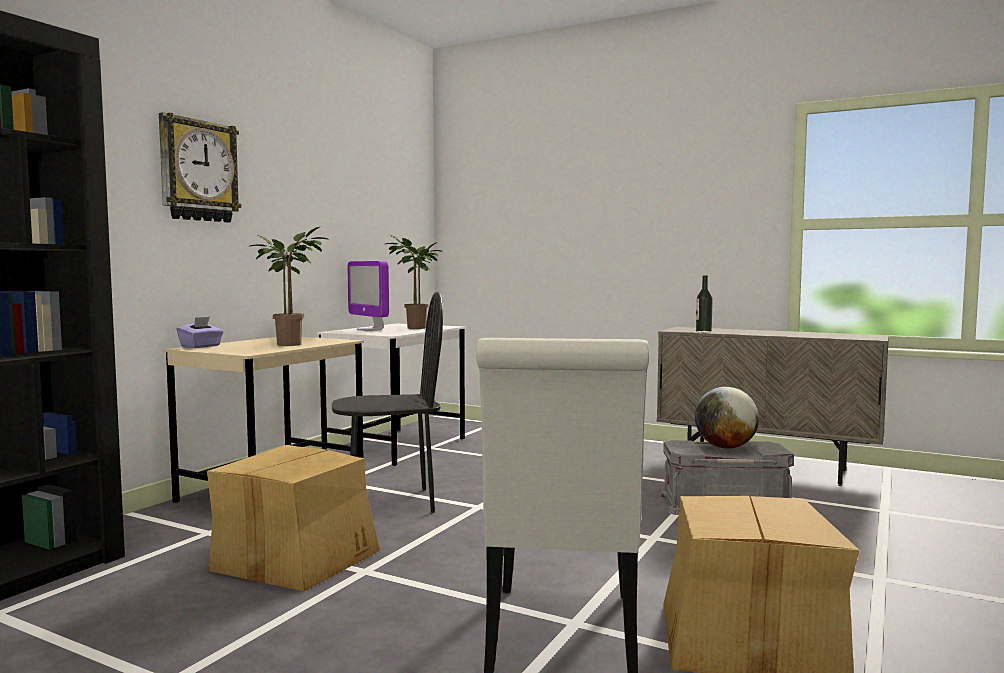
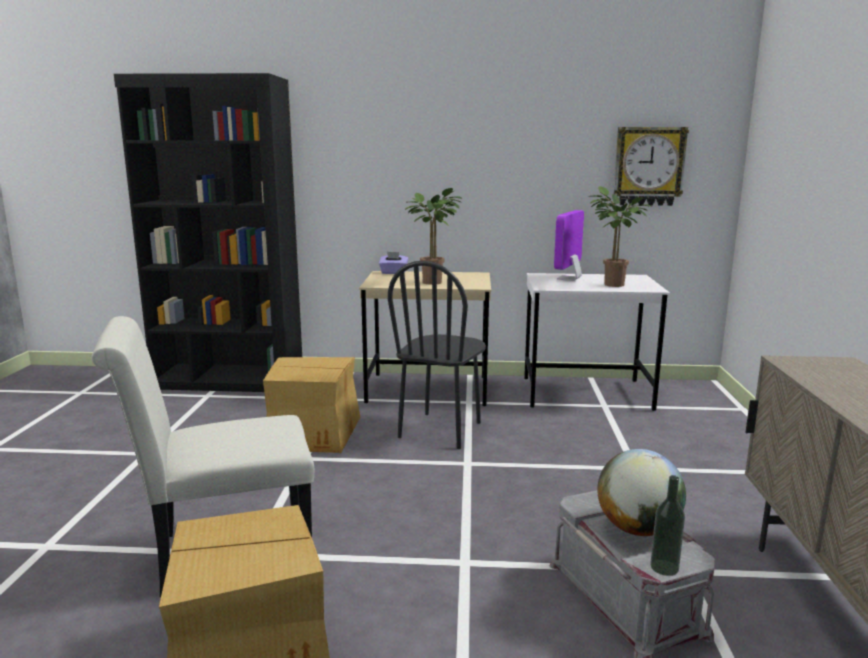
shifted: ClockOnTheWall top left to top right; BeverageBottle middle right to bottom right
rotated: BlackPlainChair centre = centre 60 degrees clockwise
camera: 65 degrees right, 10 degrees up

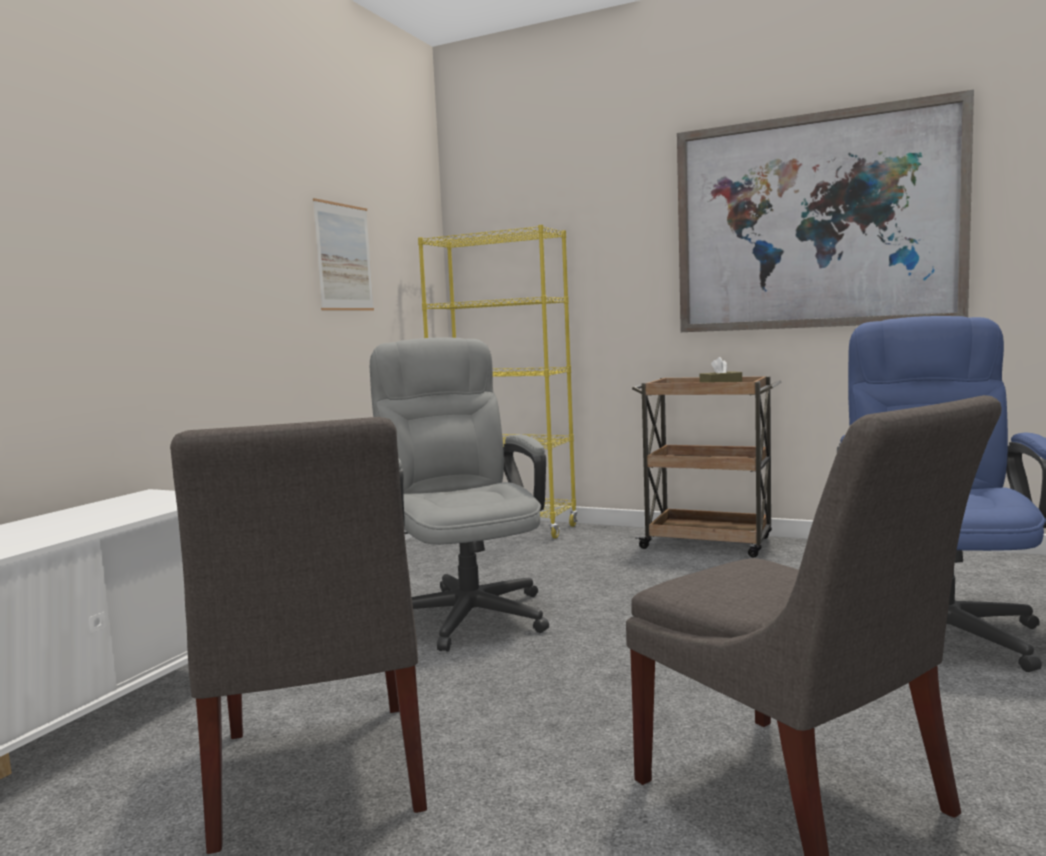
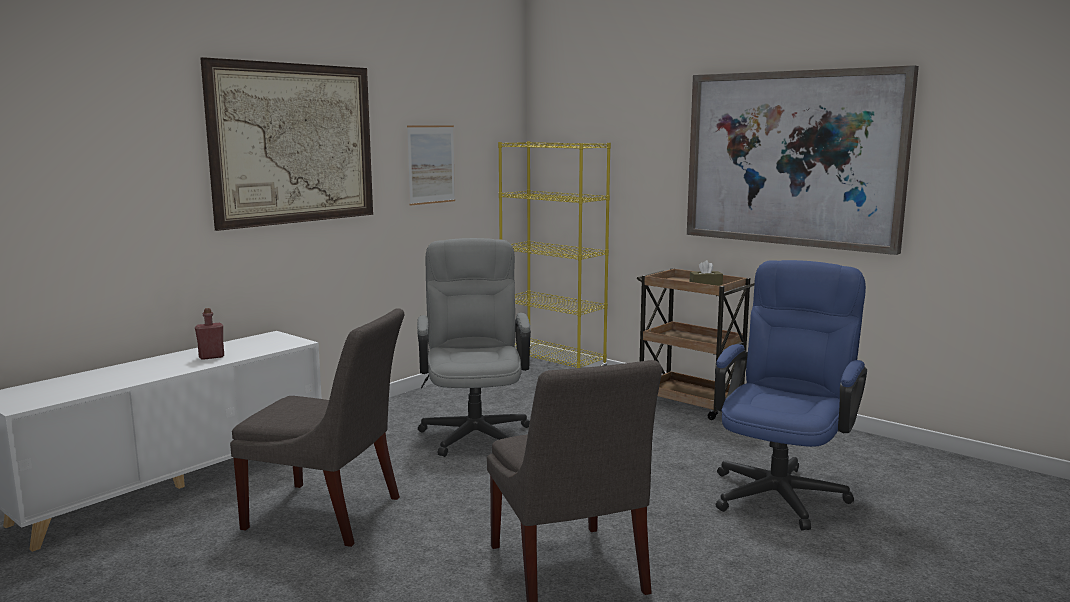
new: Picture (no. 1 from left) top left; RedColouredBeverageBottle middle left
rotated: GreyishPlainChair (no. 1 from left) bottom left = bottom left 75 degrees counterclockwise
camera: 15 degrees right, 5 degrees up

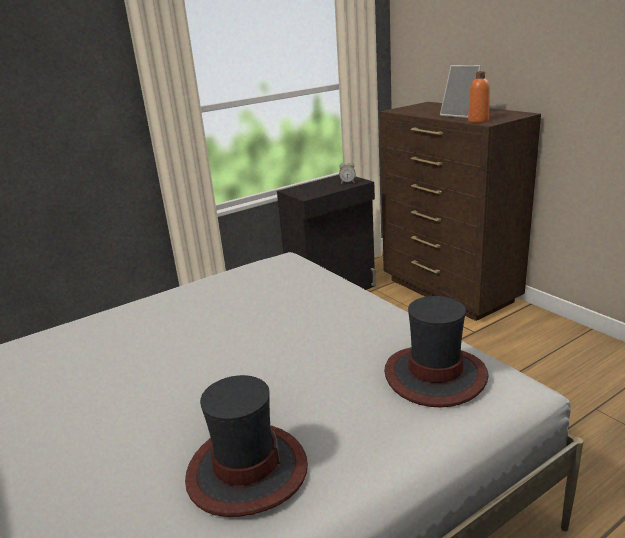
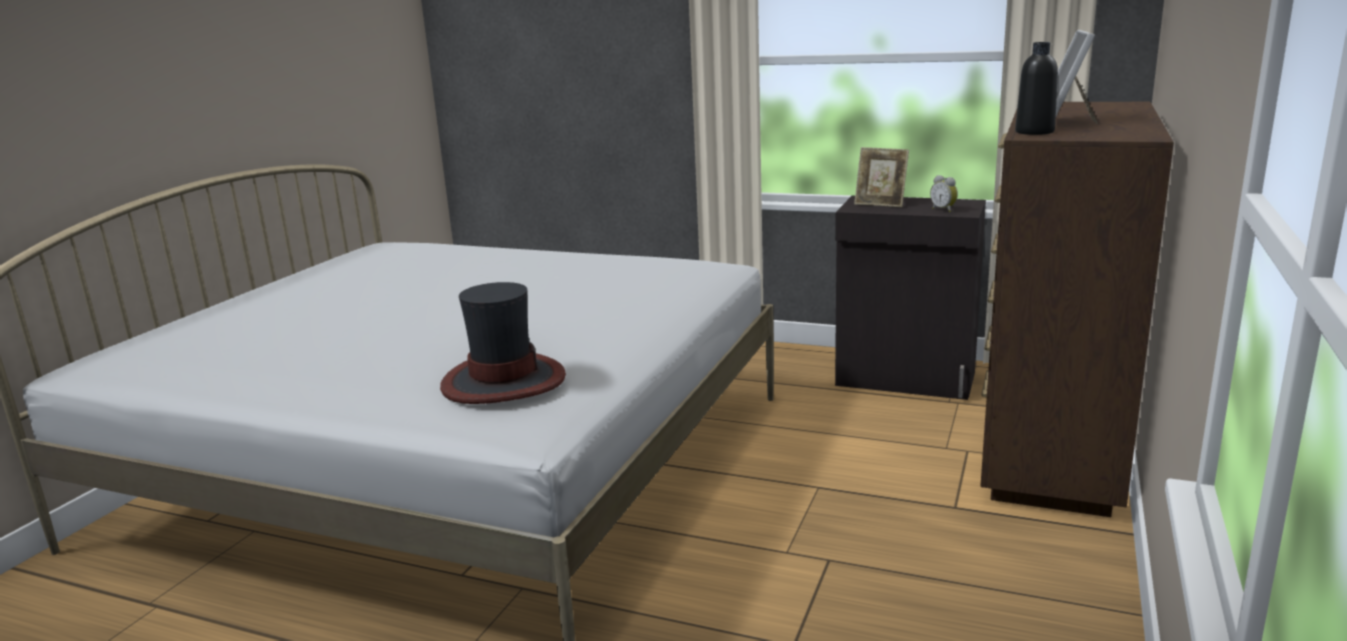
gone: WearableHat (no. 1 from left) bottom centre
new: PhotoFrame (no. 1 from left) top centre
repainted: OrangeBeverageBottle top right to BlackBeverageBottle top right
camera: 55 degrees right, 5 degrees down

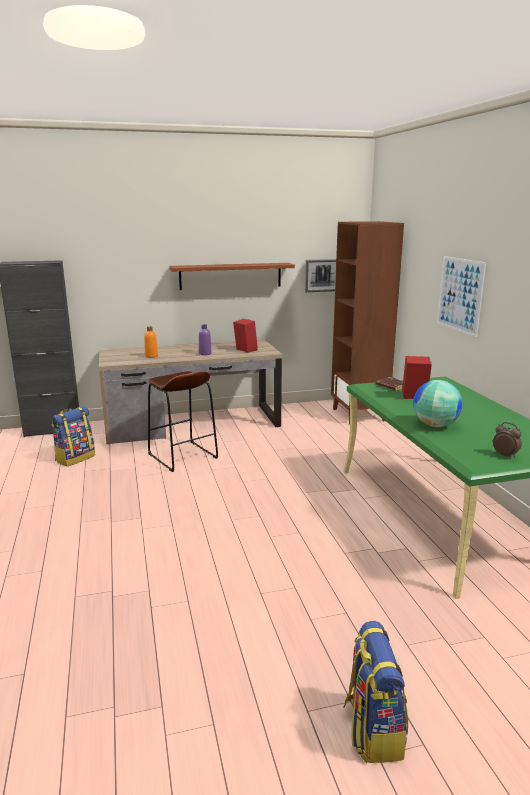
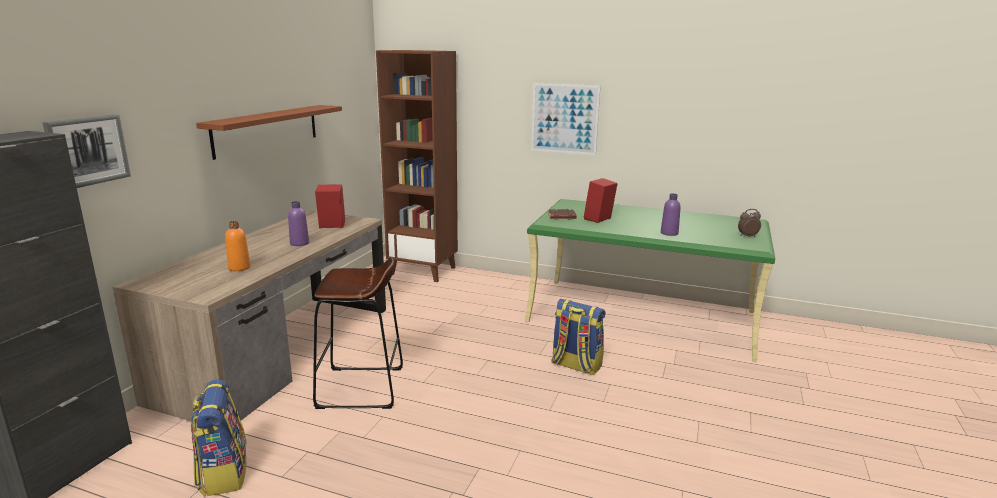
shifted: Picture (no. 1 from left) centre to top left; Backpack (no. 2 from left) bottom right to bottom centre
swapped: WorldGlobe middle right to PurplishBeverageBottle (no. 2 from left) middle right
camera: 55 degrees left, 0 degrees up

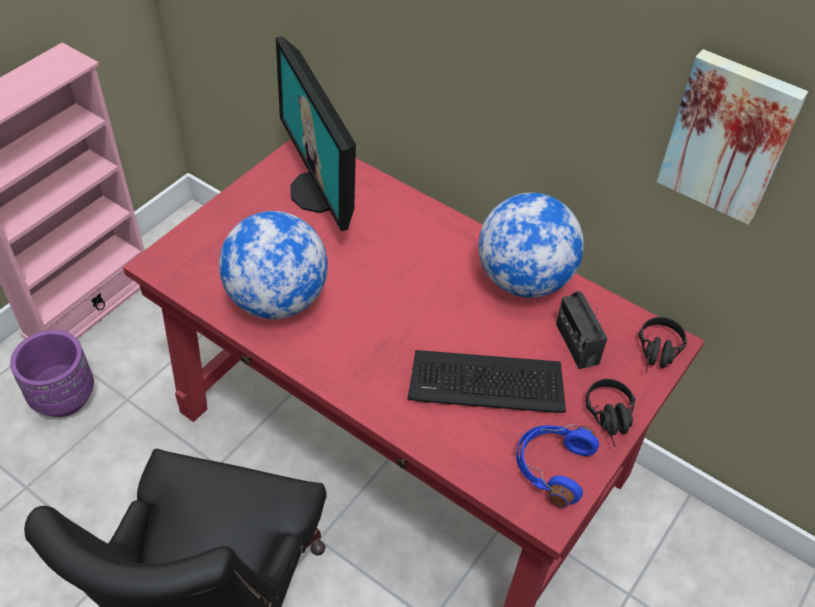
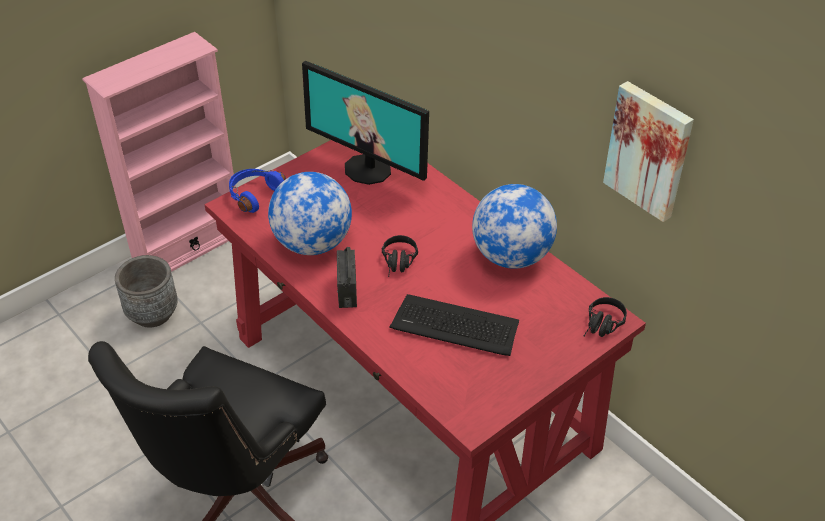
shifted: RadioSet middle right to centre; BlackHeadset (no. 1 from left) bottom right to centre; BlueColouredHeadset bottom right to middle left
repainted: PurplishFlowerPot middle left to GreyishFlowerPot middle left
rotated: ComputerDisplay top centre = top centre 45 degrees counterclockwise
camera: 15 degrees right, 5 degrees down

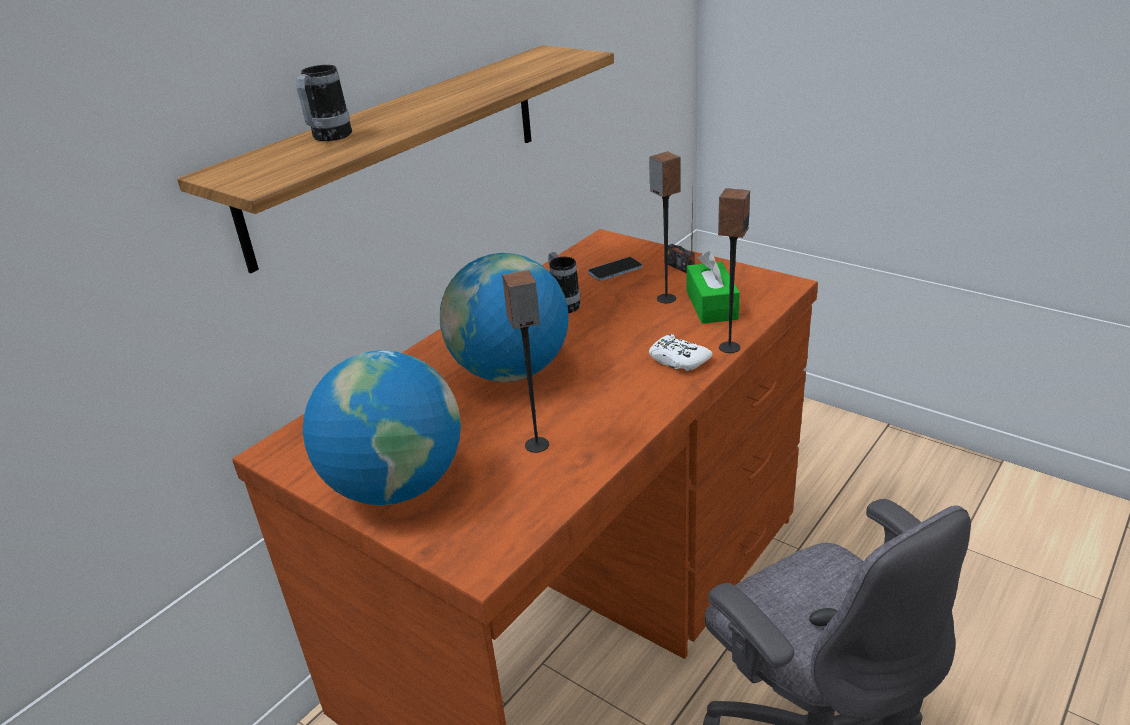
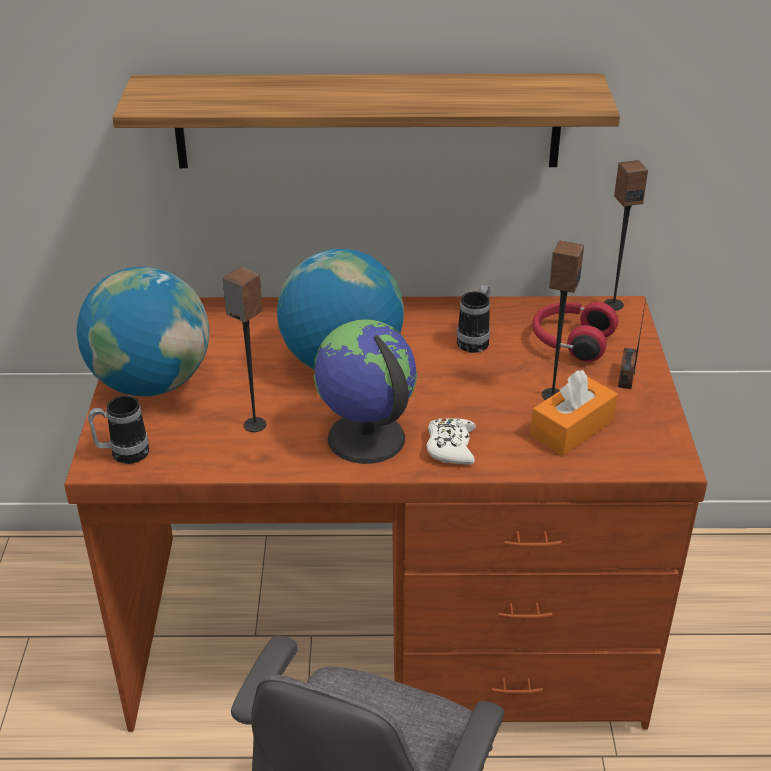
new: WorldGlobe (no. 3 from left) centre
shifted: TeaMug (no. 1 from left) top left to middle left; Speaker (no. 3 from left) centre to top right
swapped: Telephone centre to RedColouredHeadset middle right
repainted: GreenColouredBoxOfTissues centre to OrangeBoxOfTissues middle right
camera: 50 degrees right, 5 degrees up

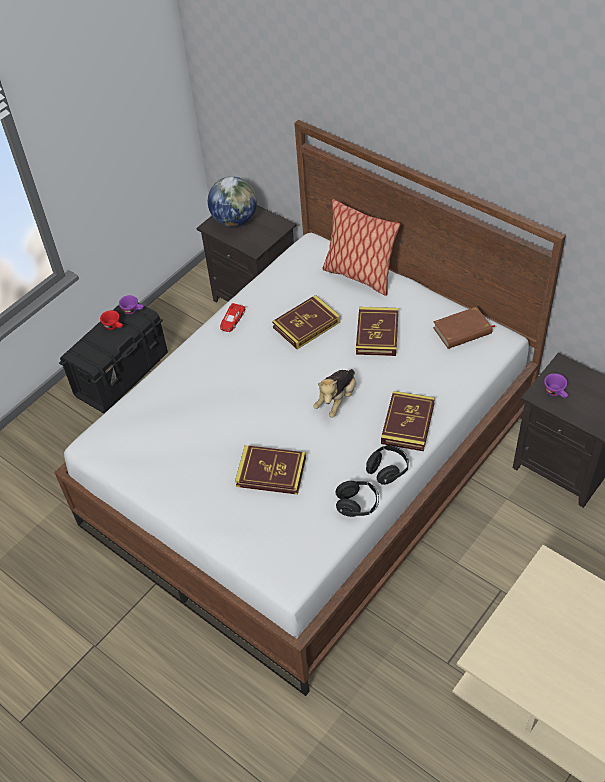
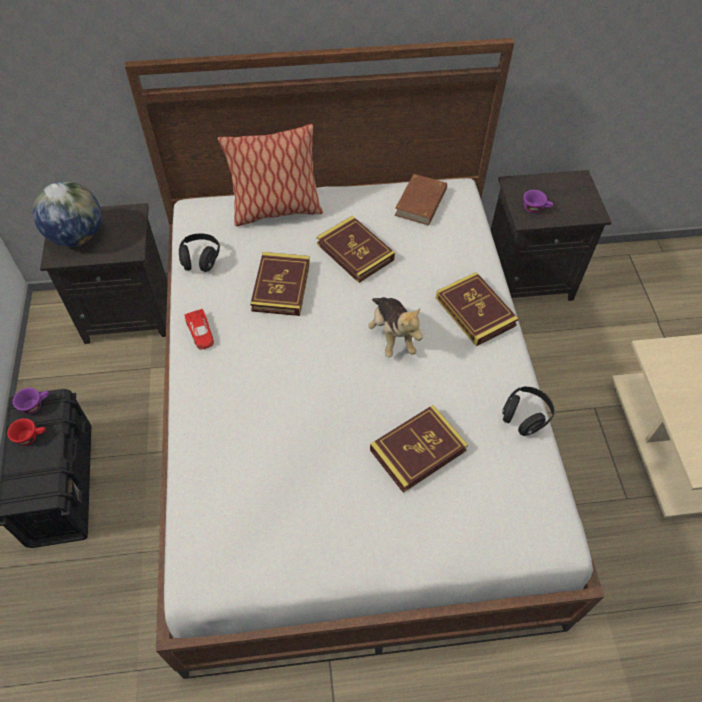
shifted: BlackHeadset (no. 2 from left in the first image) centre to BlackHeadset (no. 1 from left) middle left
camera: 50 degrees left, 5 degrees up

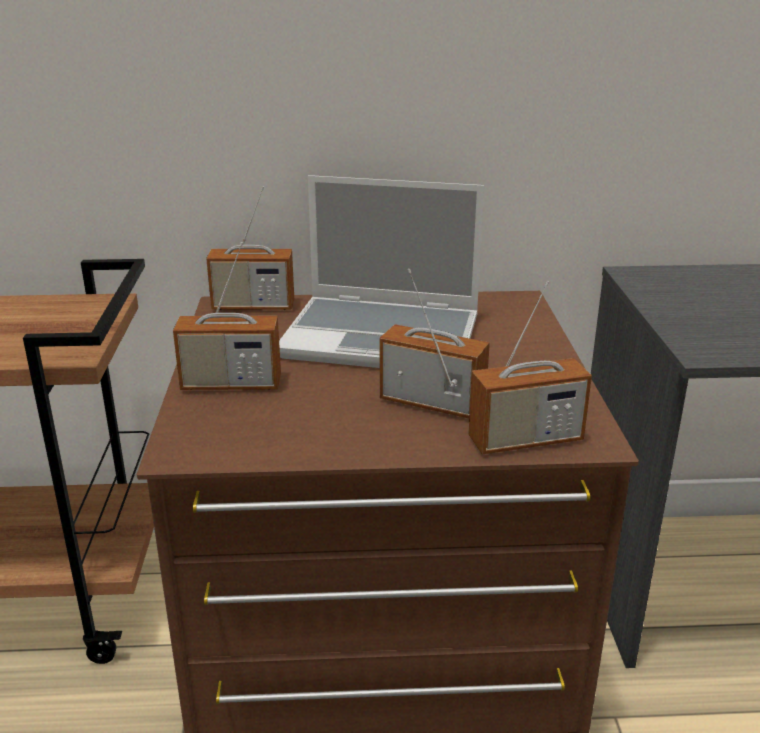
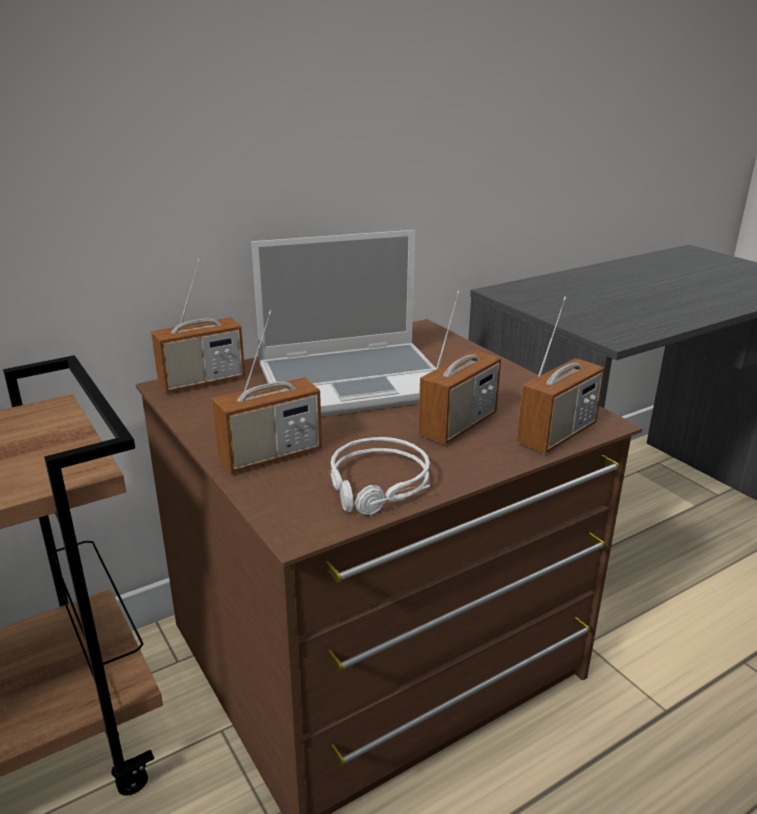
new: GreyishHeadset centre
rotated: RadioSet (no. 3 from left) centre = centre 135 degrees clockwise
camera: 30 degrees left, 0 degrees up

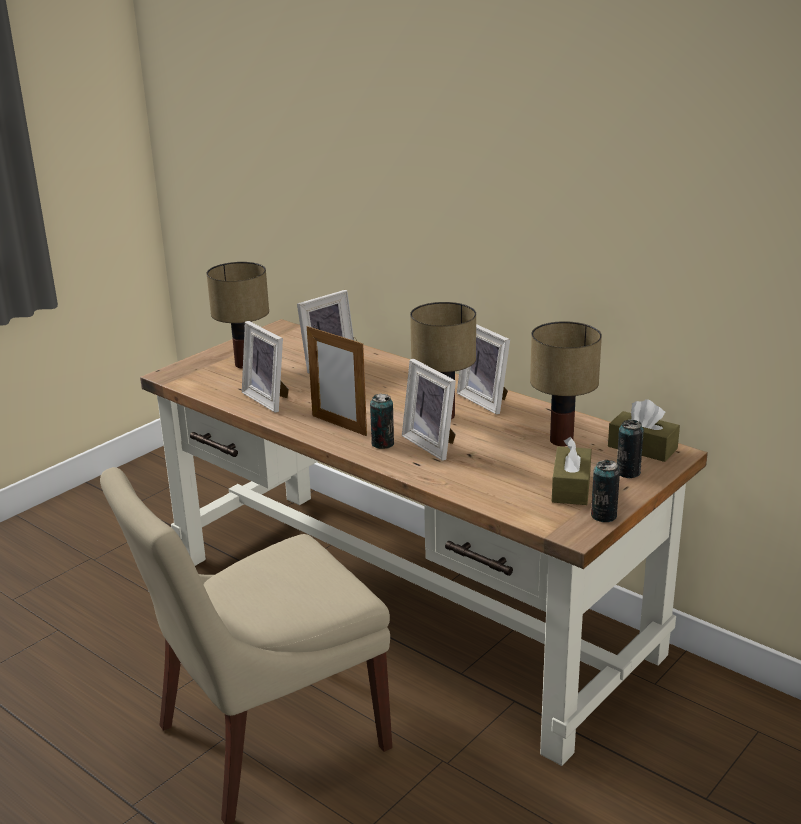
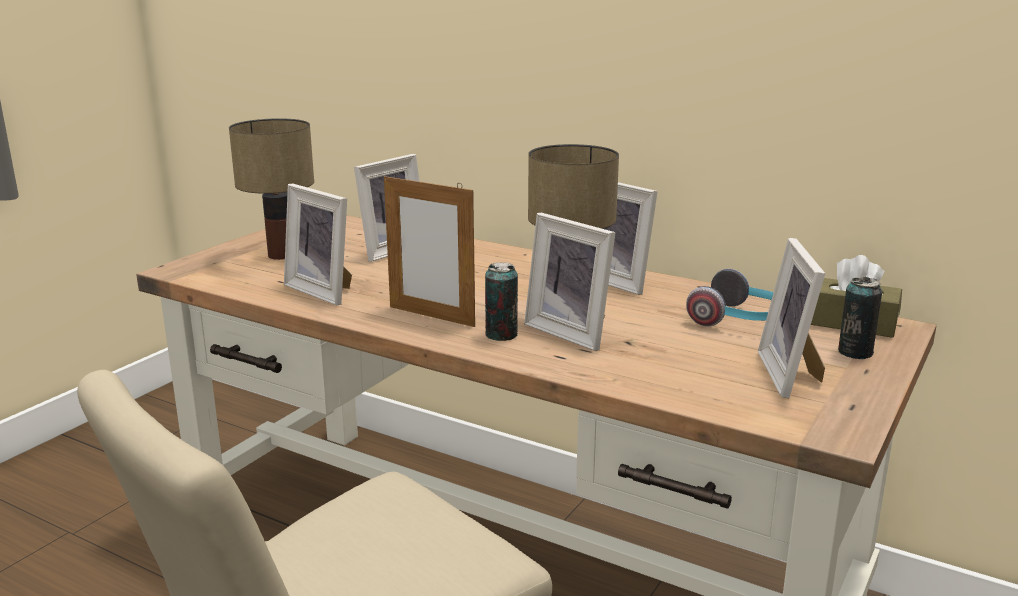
gone: Can (no. 2 from left) middle right
swapped: LampForATable (no. 3 from left) middle right to Headset middle right; BrownishBoxOfTissues (no. 1 from left) middle right to PhotoFrame (no. 6 from left) middle right
camera: 10 degrees left, 5 degrees down

